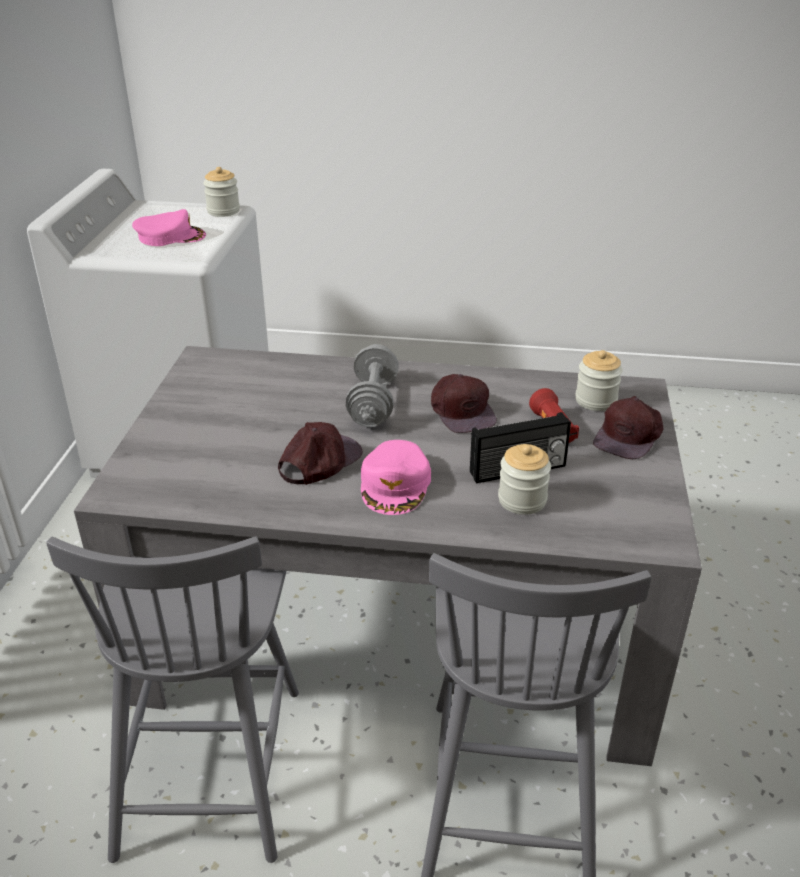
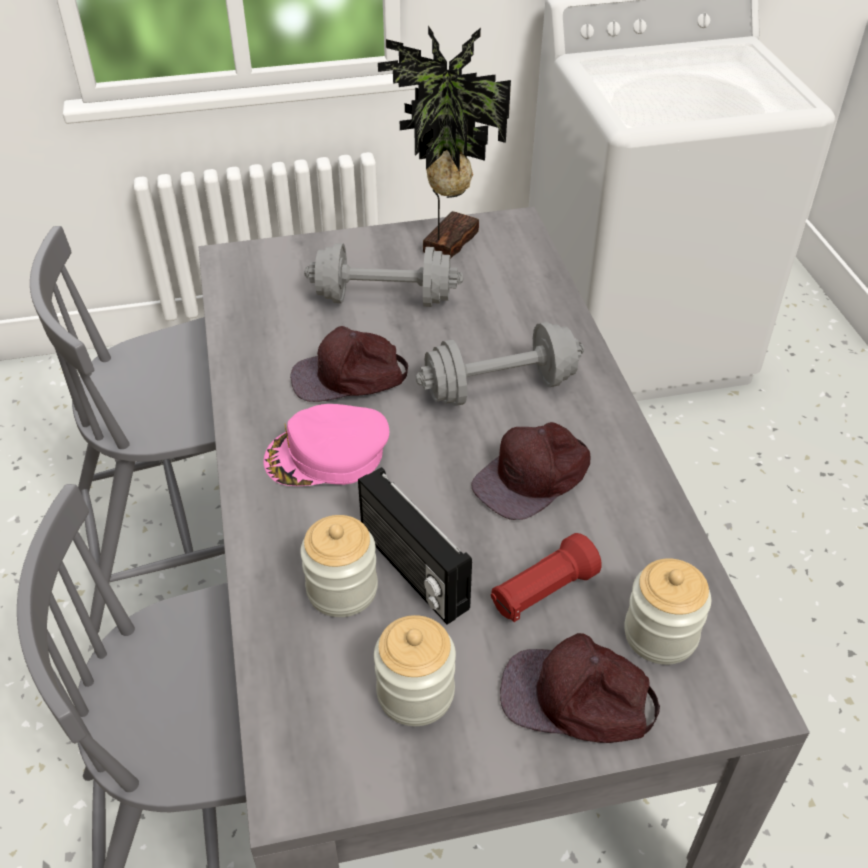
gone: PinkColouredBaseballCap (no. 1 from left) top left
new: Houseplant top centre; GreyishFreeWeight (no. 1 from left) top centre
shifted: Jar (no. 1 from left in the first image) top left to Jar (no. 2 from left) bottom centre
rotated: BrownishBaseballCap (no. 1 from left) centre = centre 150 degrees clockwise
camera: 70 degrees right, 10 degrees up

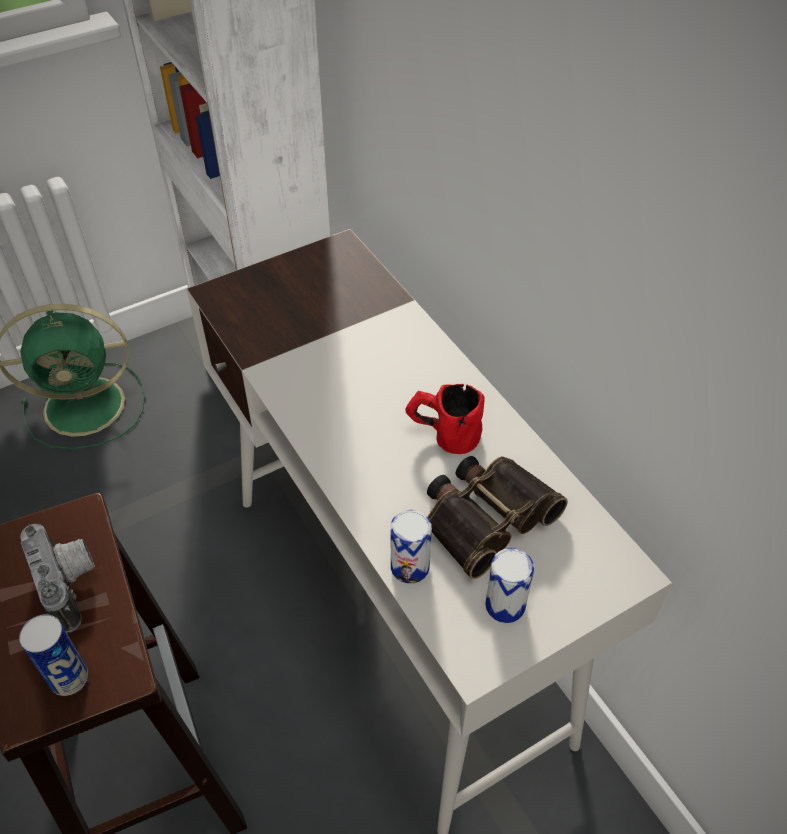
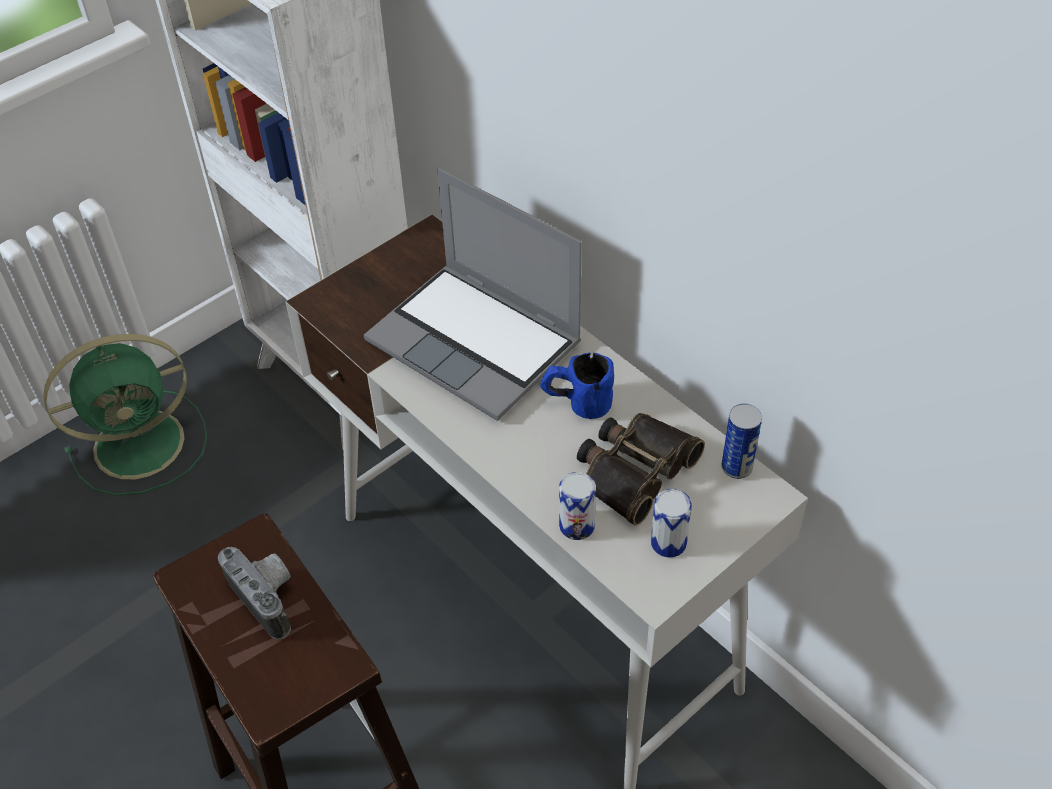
new: NotebookComputer centre
shifted: Can (no. 1 from left in the first image) bottom left to Can (no. 3 from left) middle right
repainted: RedColouredTeaMug centre to BlueColouredTeaMug centre
camera: 10 degrees left, 0 degrees up

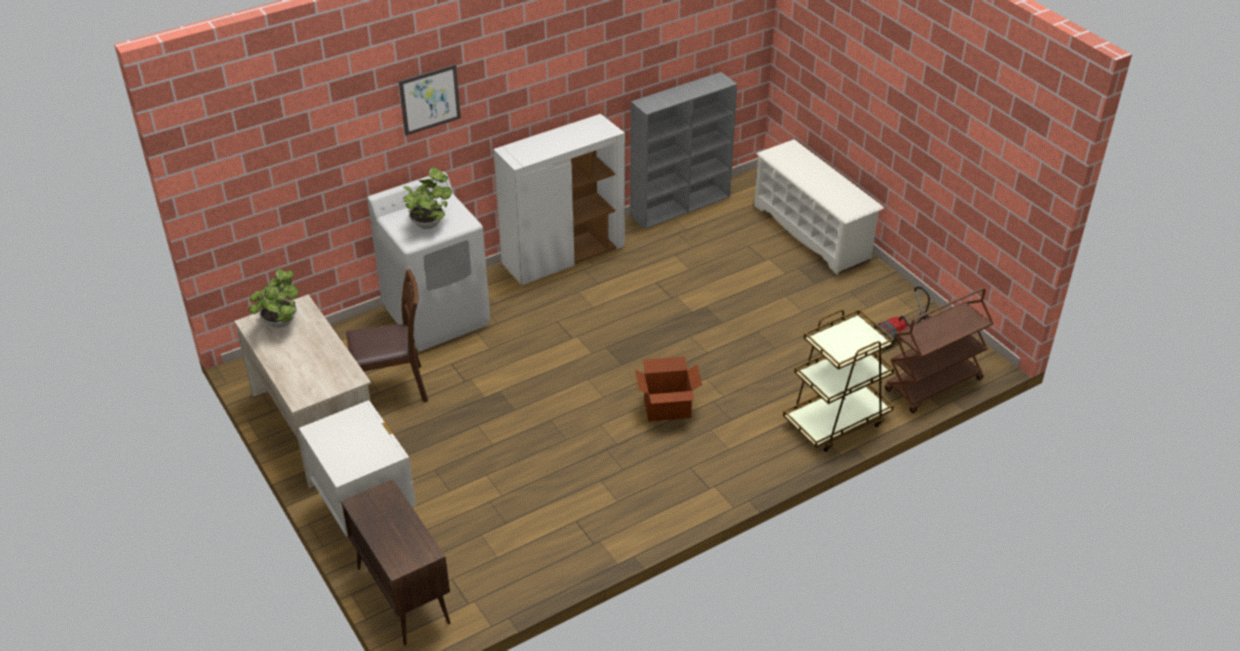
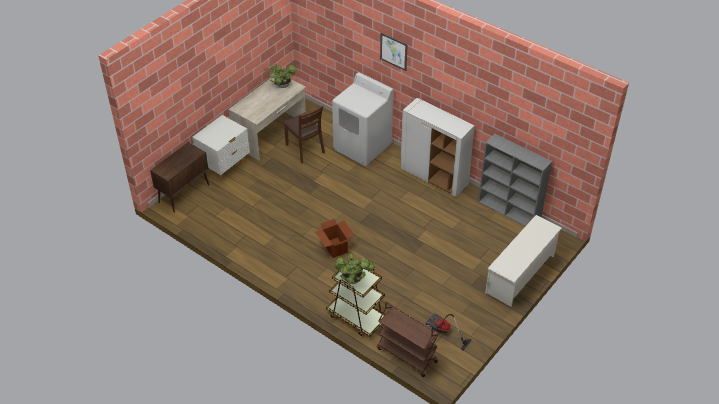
shifted: Houseplant (no. 2 from left) top centre to centre
camera: 70 degrees right, 5 degrees up

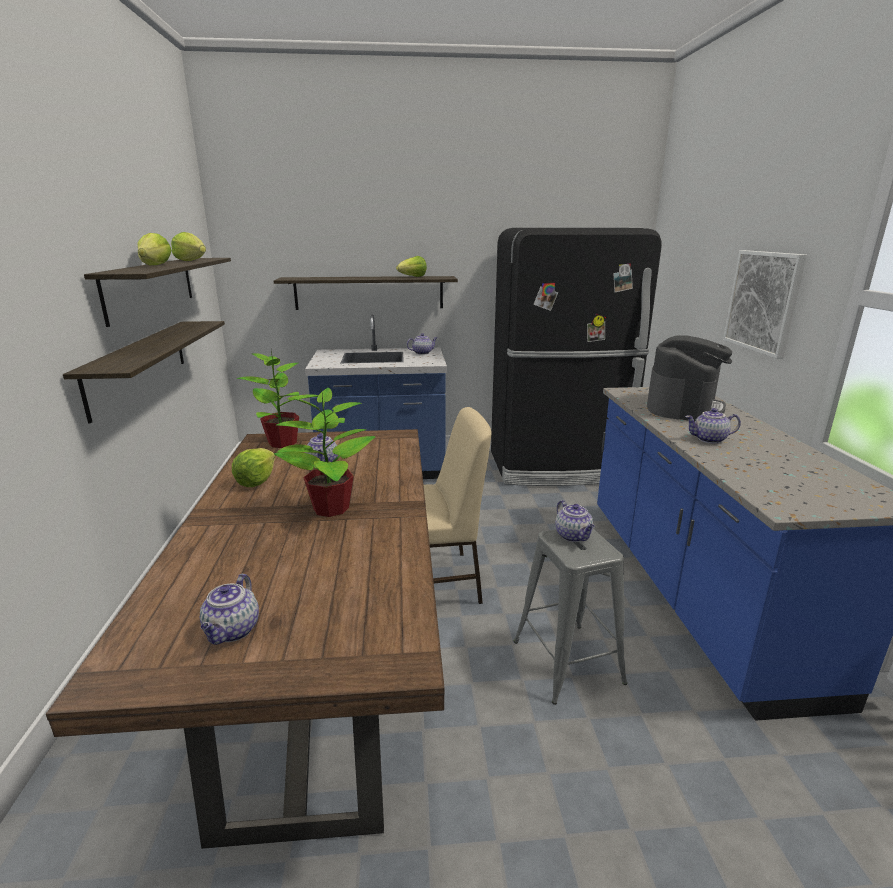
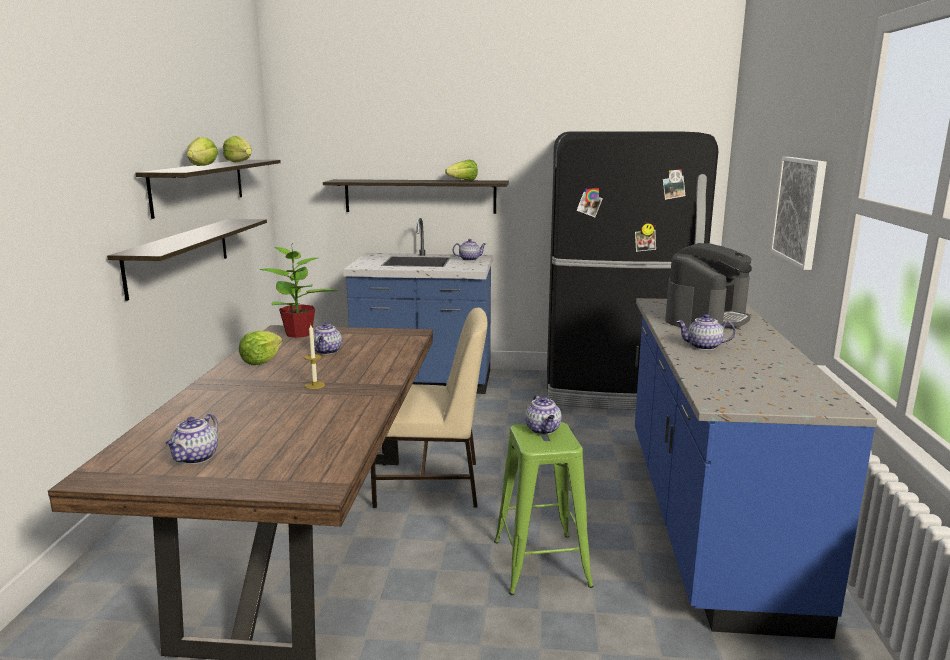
swapped: Houseplant (no. 2 from left) centre to Candle middle left
repainted: GreyishSittingStool bottom centre to GreenColouredSittingStool bottom centre
camera: 10 degrees right, 5 degrees down

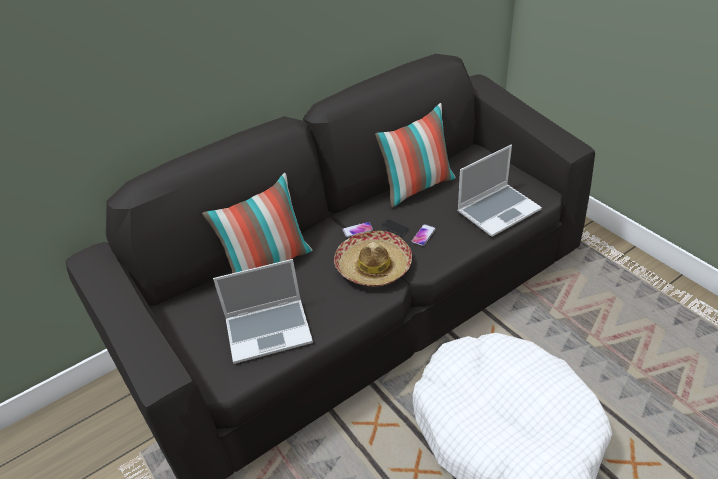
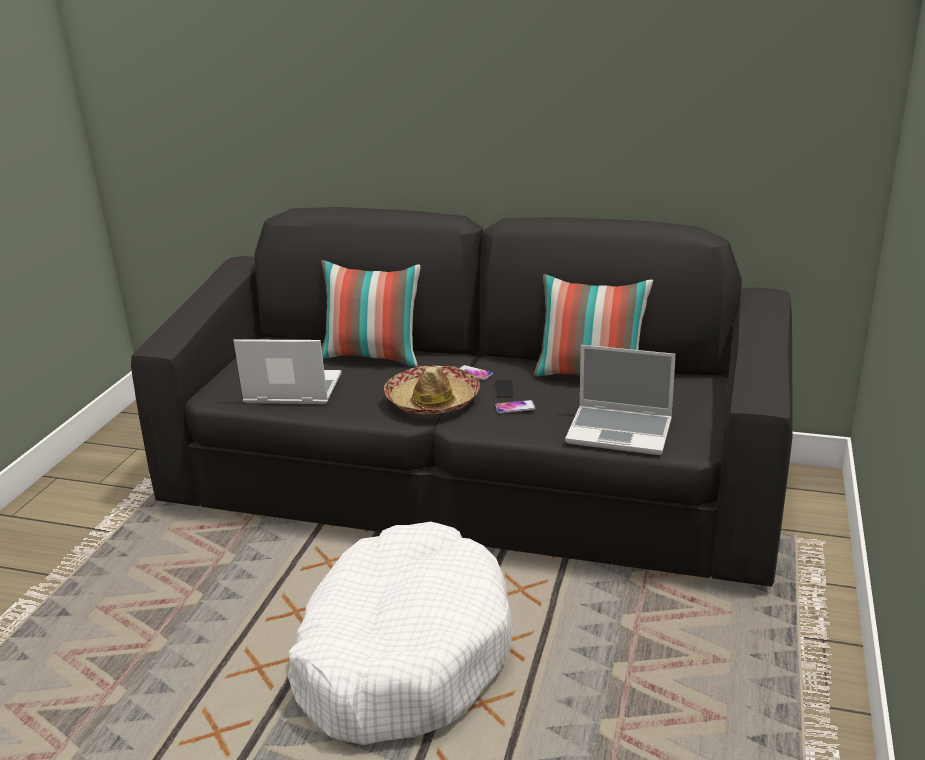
rotated: NotebookComputer (no. 1 from left) centre = middle left 150 degrees clockwise
camera: 50 degrees right, 15 degrees down

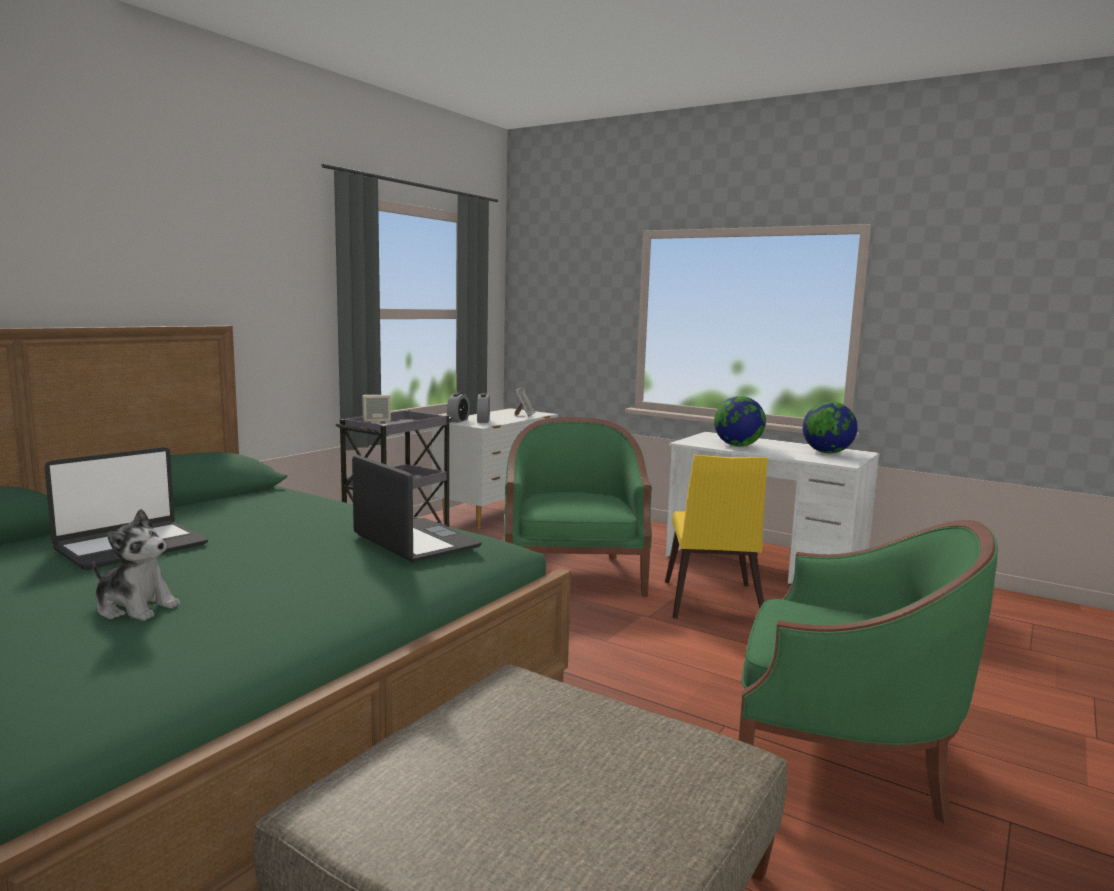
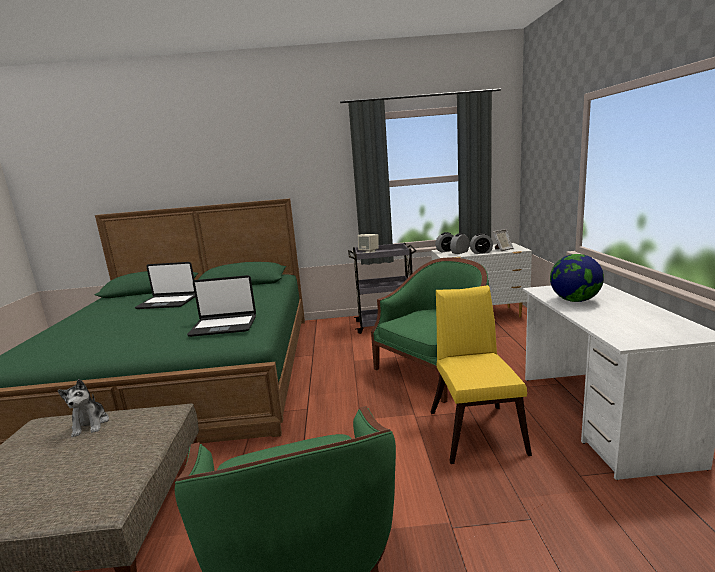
gone: WorldGlobe (no. 2 from left) middle right
new: AlarmClock (no. 3 from left) middle right
shifted: PlushToy middle left to bottom left
rotated: NotebookComputer (no. 2 from left) centre = middle left 75 degrees clockwise; YellowishPlainChair centre = middle right 120 degrees clockwise
camera: 55 degrees right, 5 degrees up

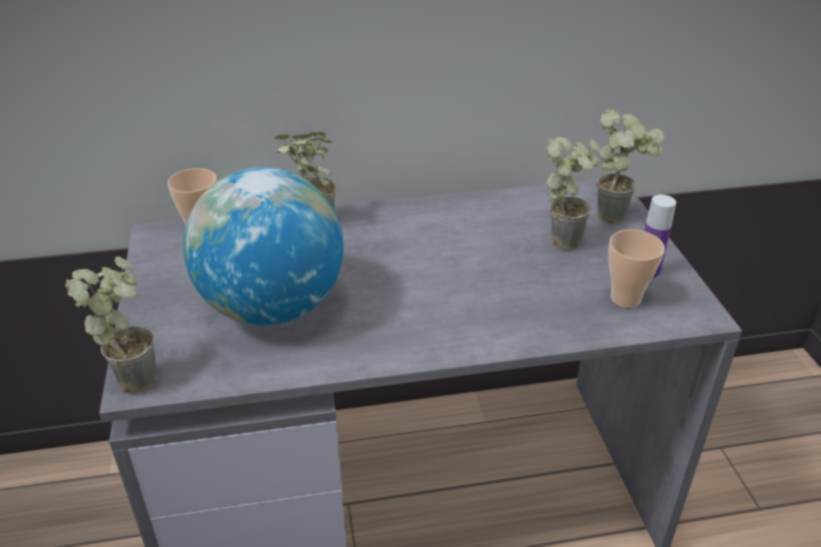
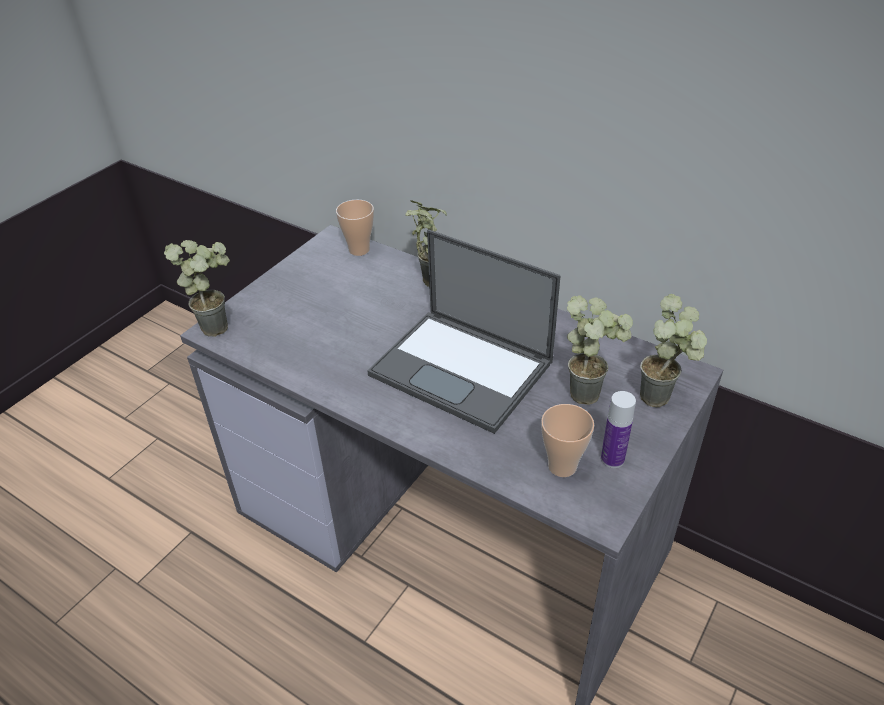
gone: WorldGlobe middle left
new: NotebookComputer centre
camera: 45 degrees right, 5 degrees up

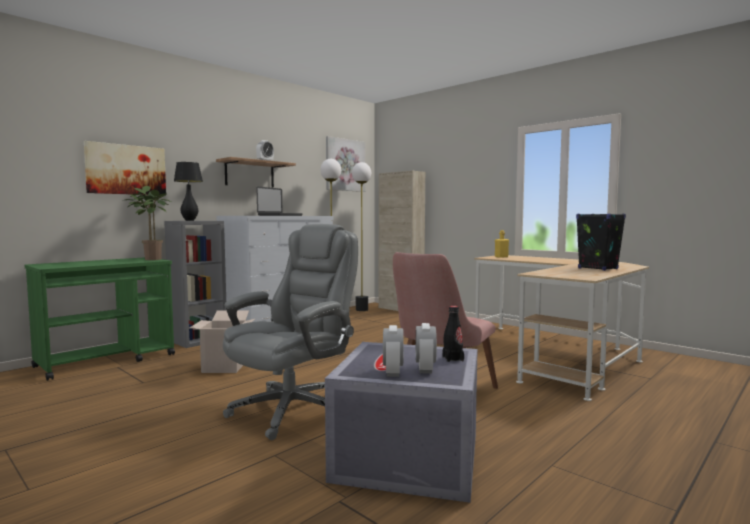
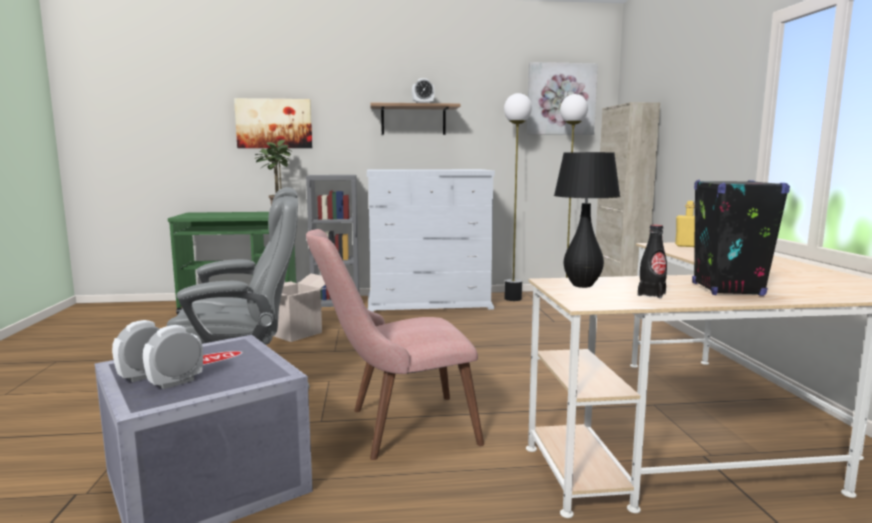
gone: NotebookComputer centre
shifted: BlackLampForATable middle left to middle right; BlackBeverageBottle centre to middle right
camera: 40 degrees right, 5 degrees up

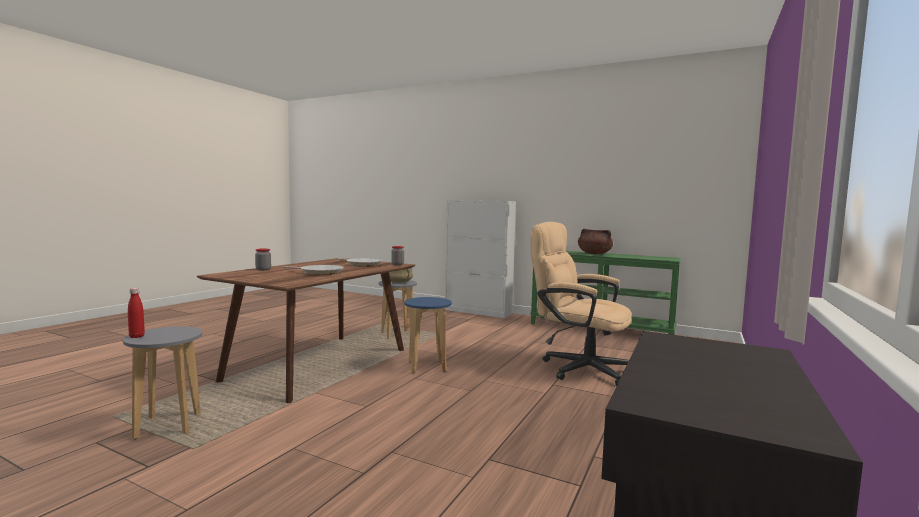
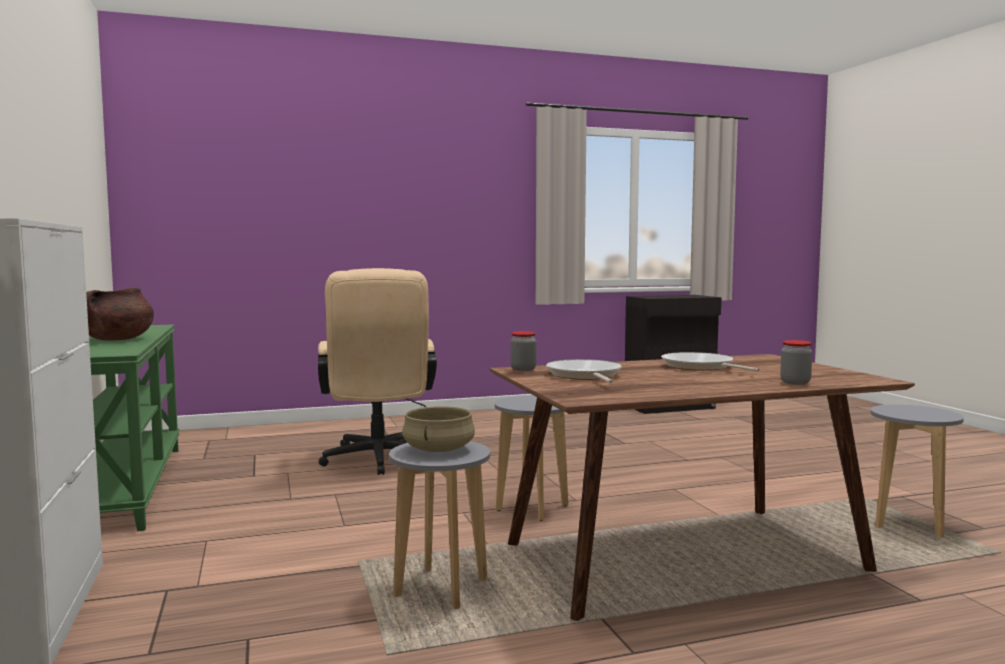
gone: RedColouredBeverageBottle middle left
repainted: BlueColouredSittingStool centre to GreyishSittingStool (no. 2 from left) bottom centre
camera: 135 degrees left, 0 degrees up

